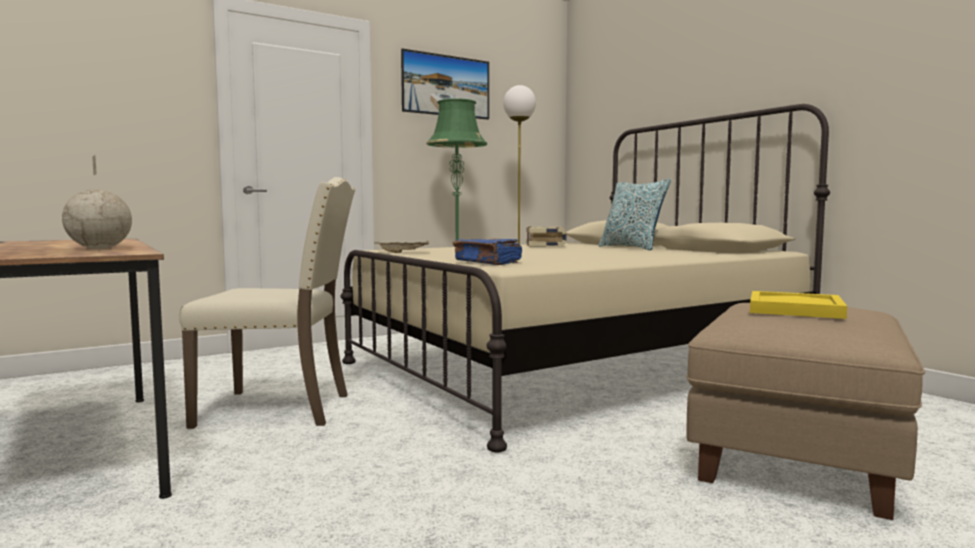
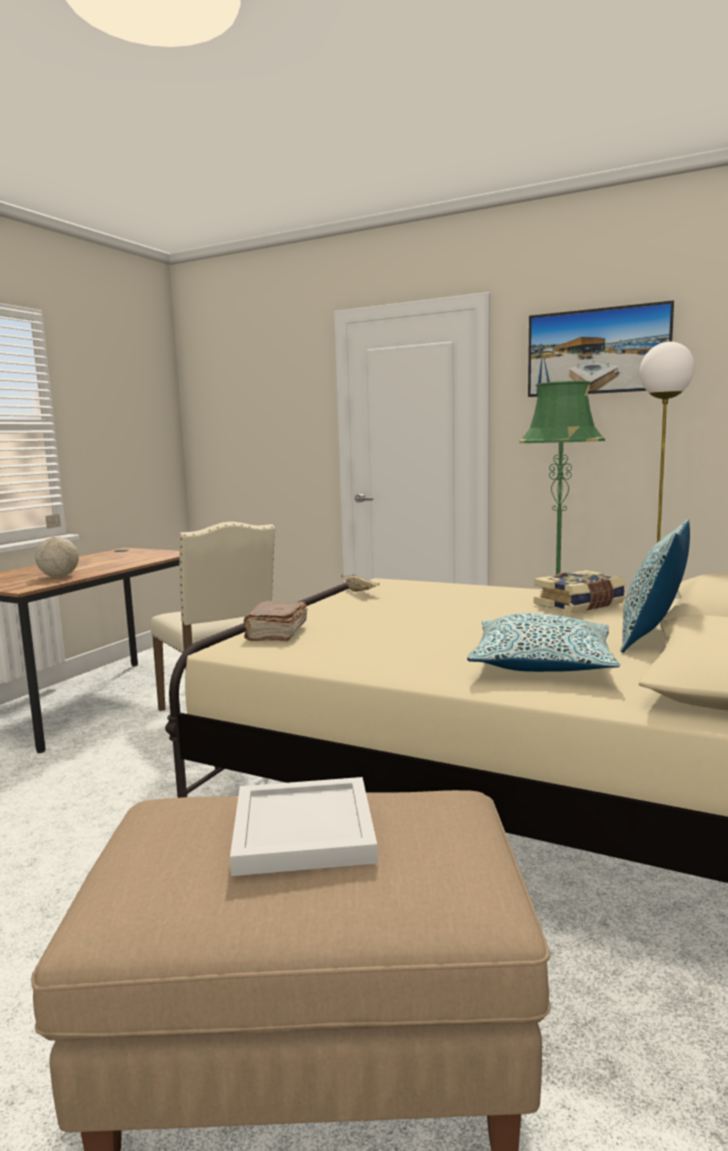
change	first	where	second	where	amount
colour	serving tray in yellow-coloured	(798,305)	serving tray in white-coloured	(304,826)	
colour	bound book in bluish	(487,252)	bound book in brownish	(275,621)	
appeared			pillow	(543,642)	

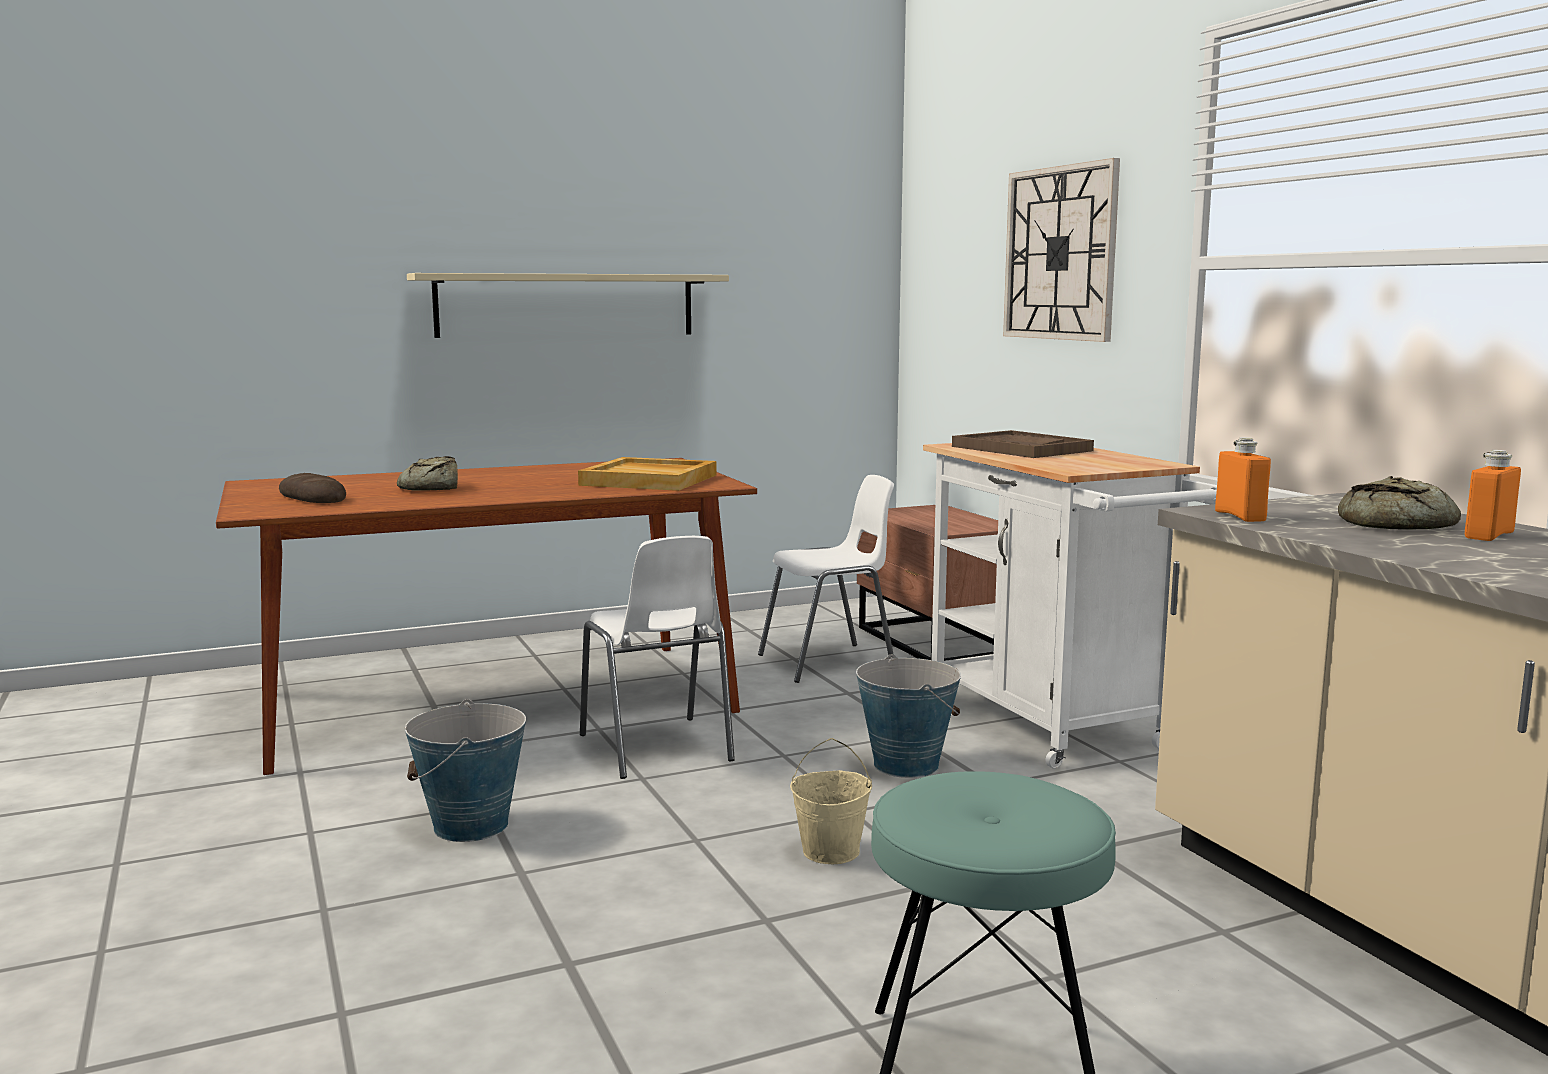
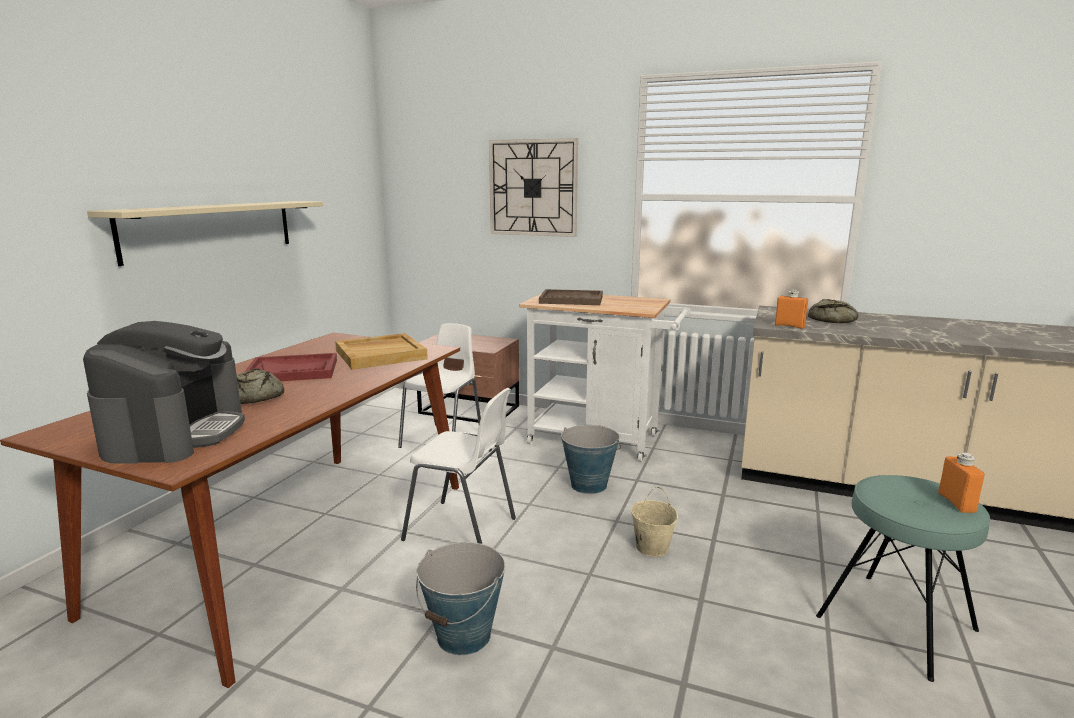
change	first	where	second	where	amount
exchanged	baked bread	(312,488)	coffee maker	(164,392)	
appeared			serving tray in red	(291,367)	
relocated	drink bottle in orange	(1493,495)		(961,483)	

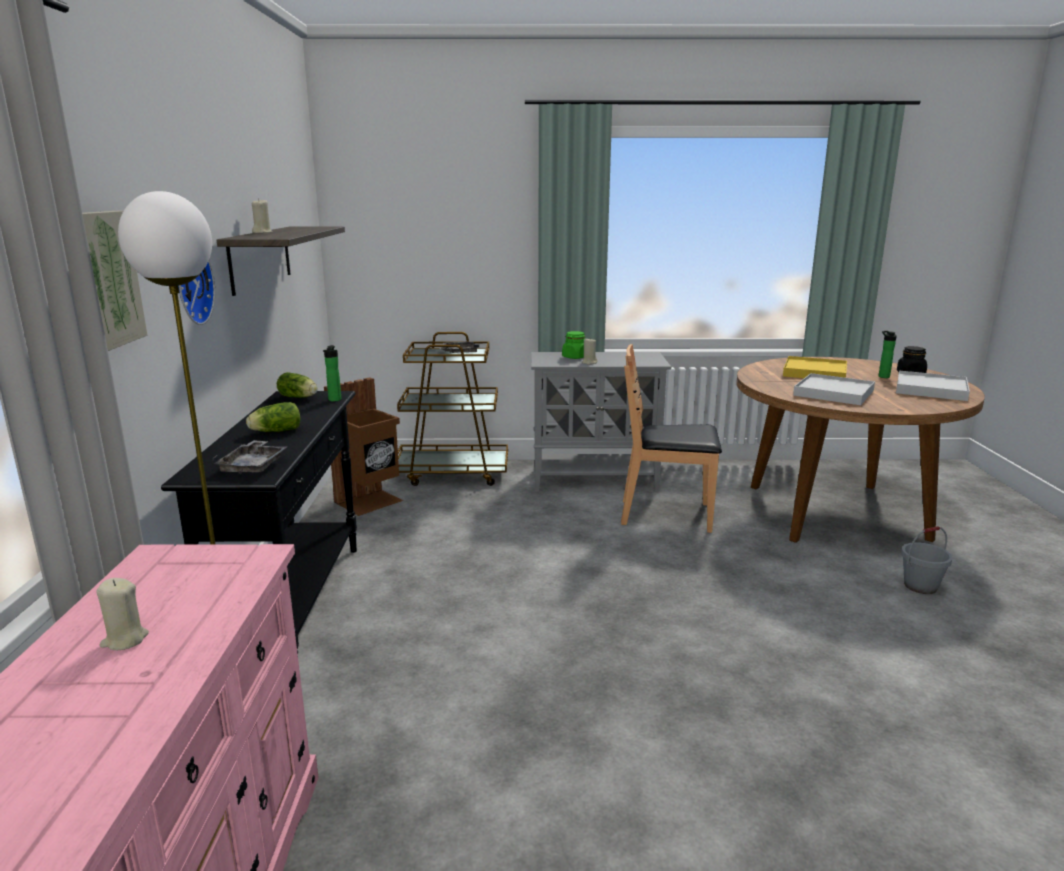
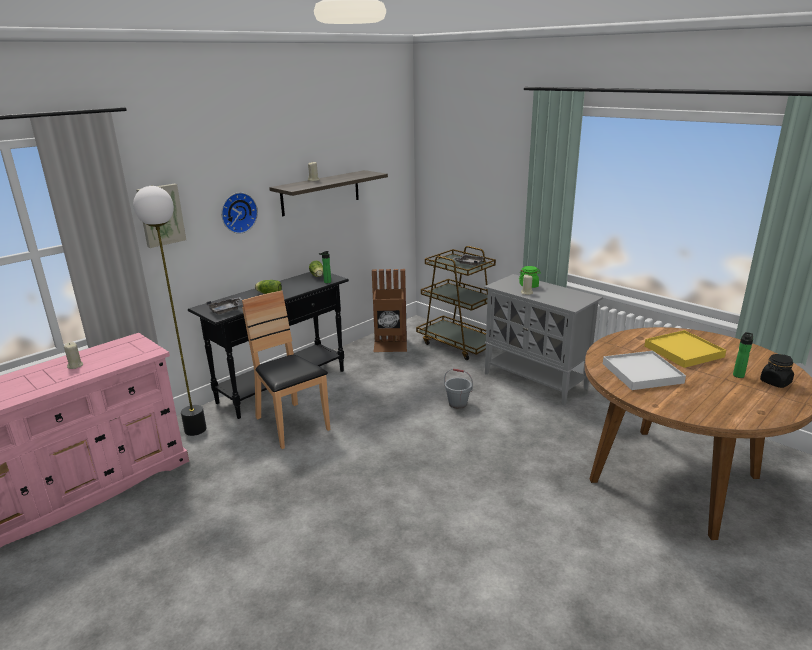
change	first	where	second	where	amount
relocated	chair in brownish	(671,438)		(286,370)	
relocated	pail in gray	(927,560)		(458,388)	
missing	serving tray in white-coloured	(933,385)			

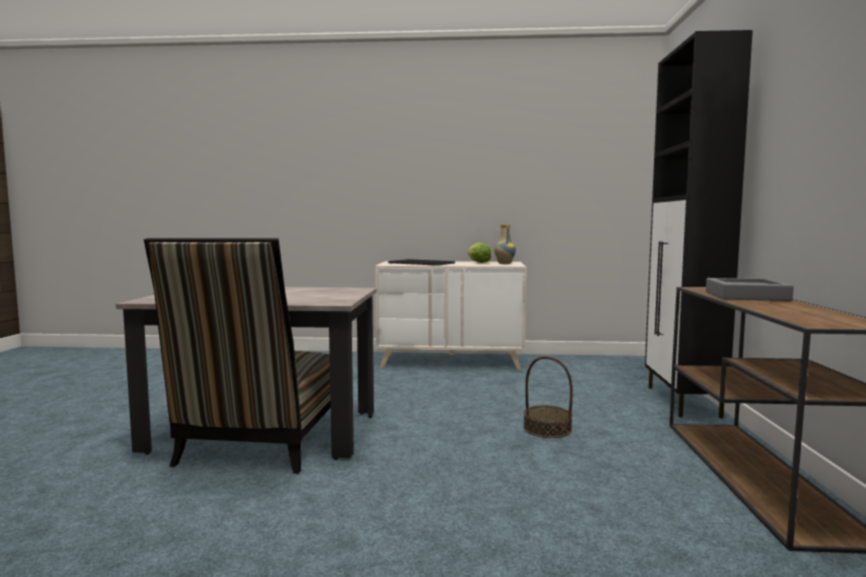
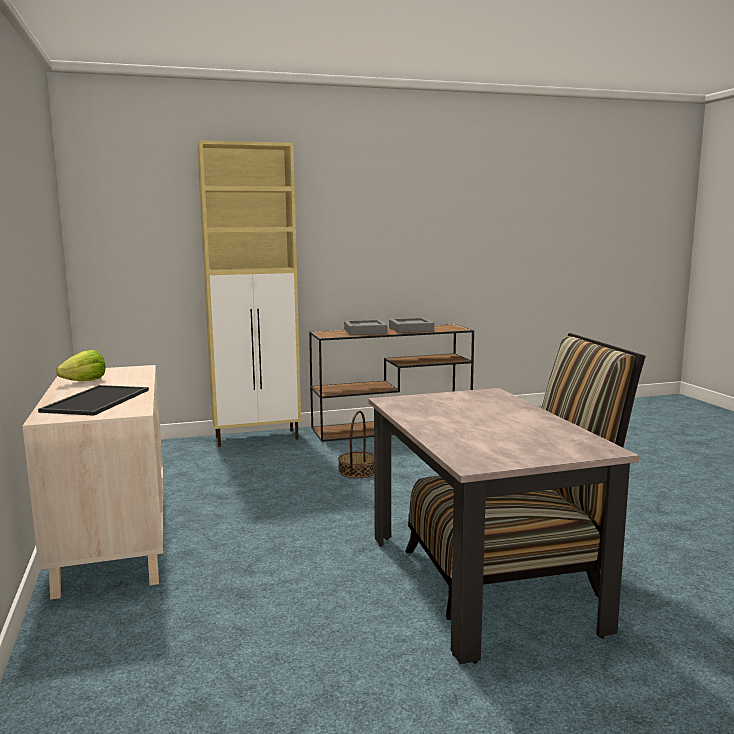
change	first	where	second	where	amount
colour	cupboard in blackish	(699,224)	cupboard in beige-coloured	(249,293)	
appeared			serving tray in gray	(411,325)	
missing	flower vase	(505,244)			

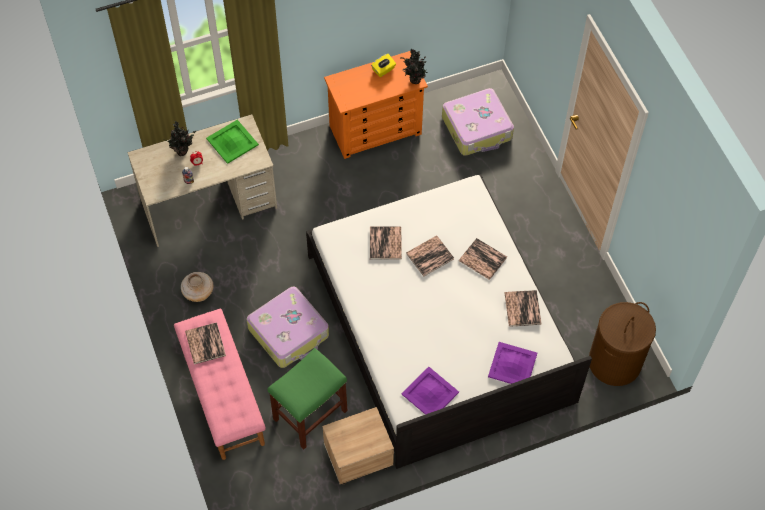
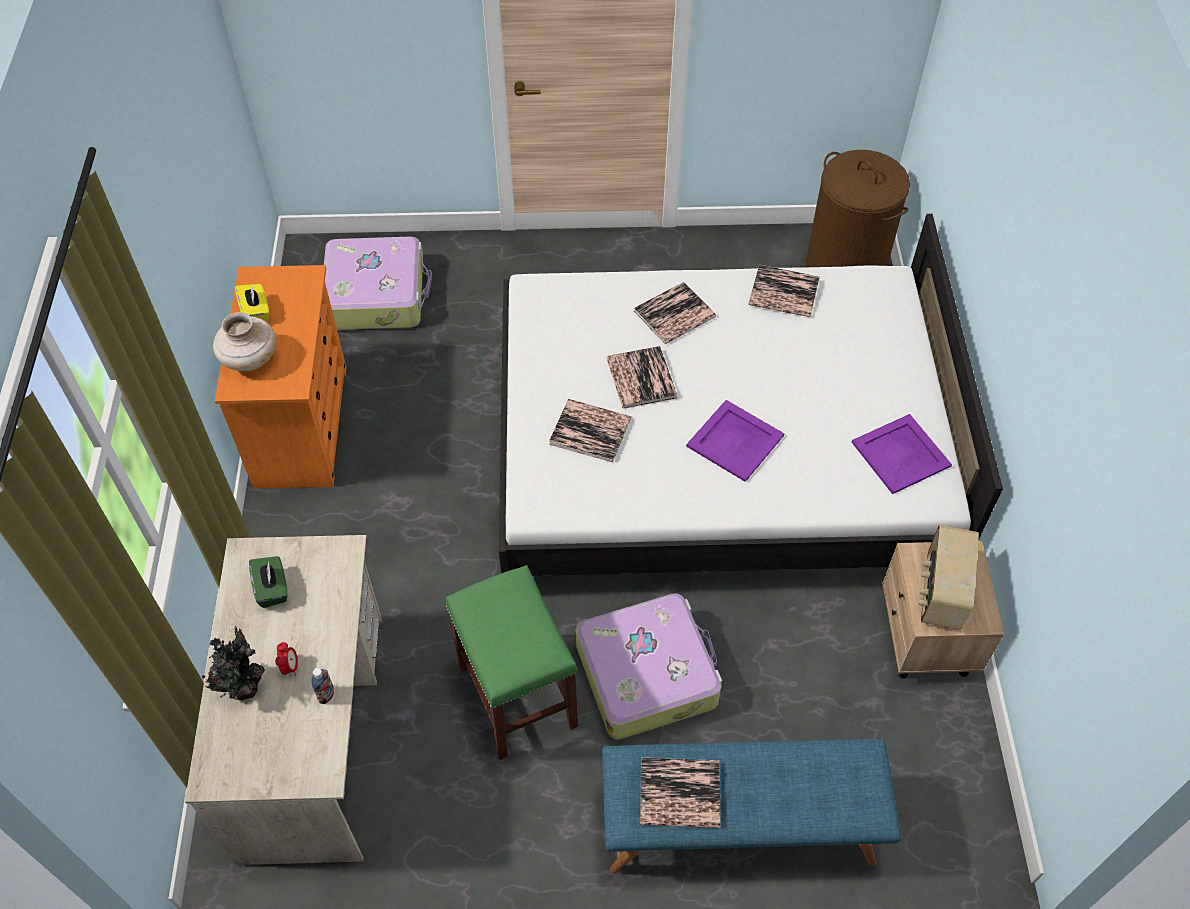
change	first	where	second	where	amount
relocated	flower vase in beige-coloured	(197,287)		(245,341)	
exchanged	serving tray in green-coloured	(232,142)	tissue holder in green-coloured	(268,582)	
relocated	sitting stool in green-coloured	(308,398)		(512,662)	
colour	indoor bench in pink-coloured	(220,384)	indoor bench in bluish	(751,806)	
relocated	serving tray in purplish	(512,363)		(735,441)	
appeared			radio set	(948,577)	
missing	houseplant	(413,66)			

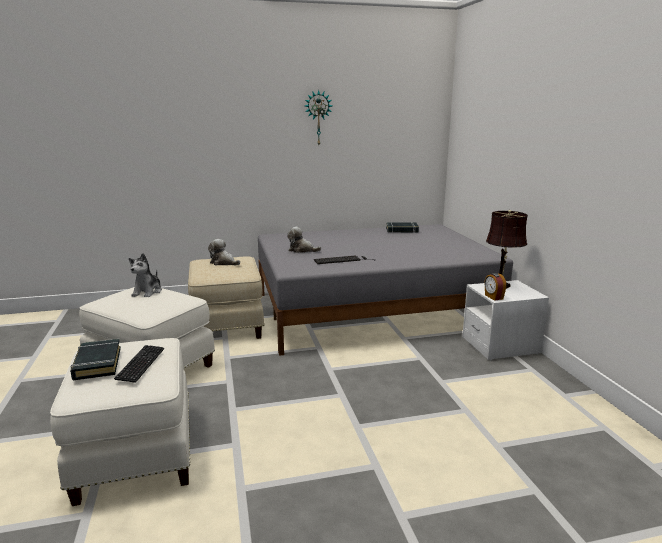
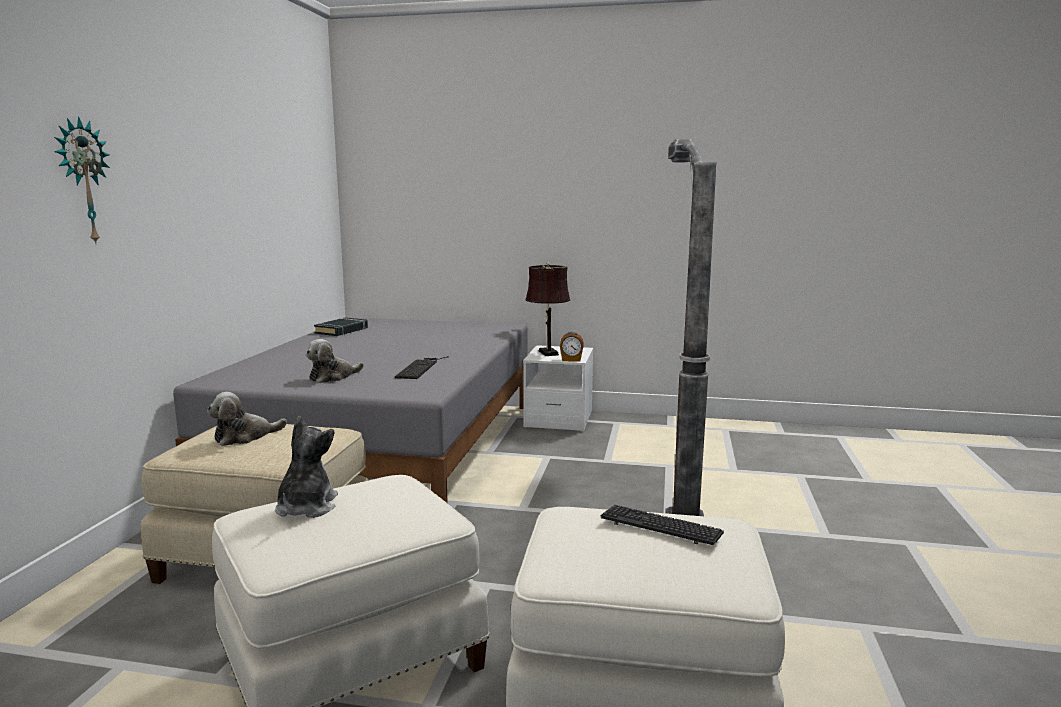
change	first	where	second	where	amount
relocated	clock on the wall	(318,117)		(82,180)	
spun	plush toy	(145,275)		(306,467)	120 degrees counterclockwise
appeared			floor lamp	(690,327)	
missing	bound book in blackish	(95,359)			

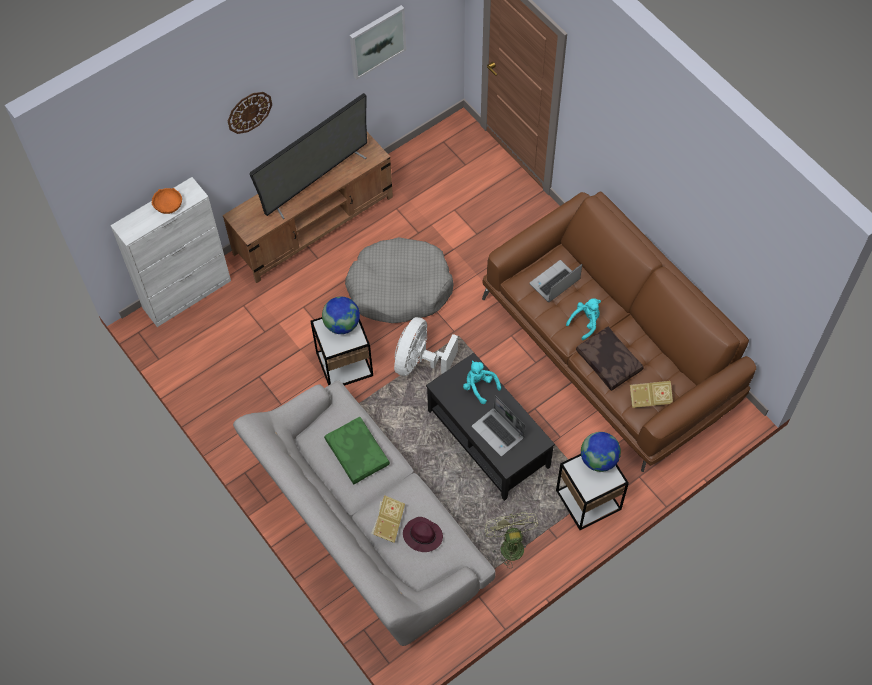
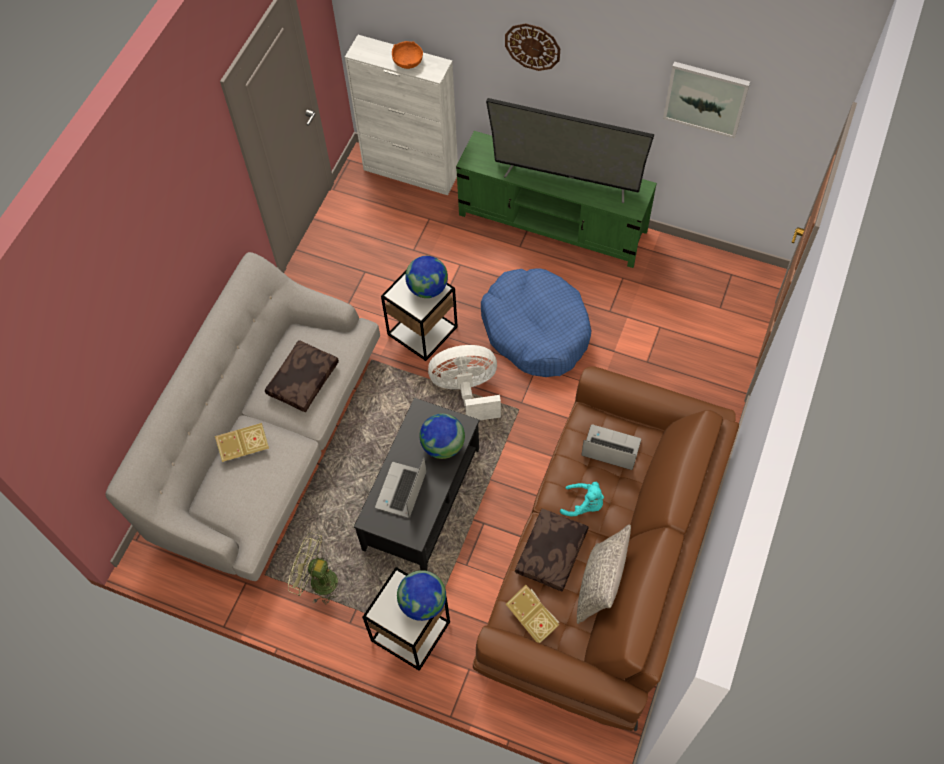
change	first	where	second	where	amount
colour	pillow in green-coloured	(357,450)	pillow in brownish	(302,376)	
spun	cooling fan in green-coloured	(512,540)		(313,568)	120 degrees counterclockwise
exchanged	plush toy in turquoise	(482,382)	world globe	(442,436)	
colour	tv stand in brownish	(308,207)	tv stand in green-coloured	(556,199)	
colour	pet bed in gray	(399,280)	pet bed in bluish	(536,322)	
appeared			pillow in gray	(604,574)	
missing	wearable hat in purplish	(423,534)			

